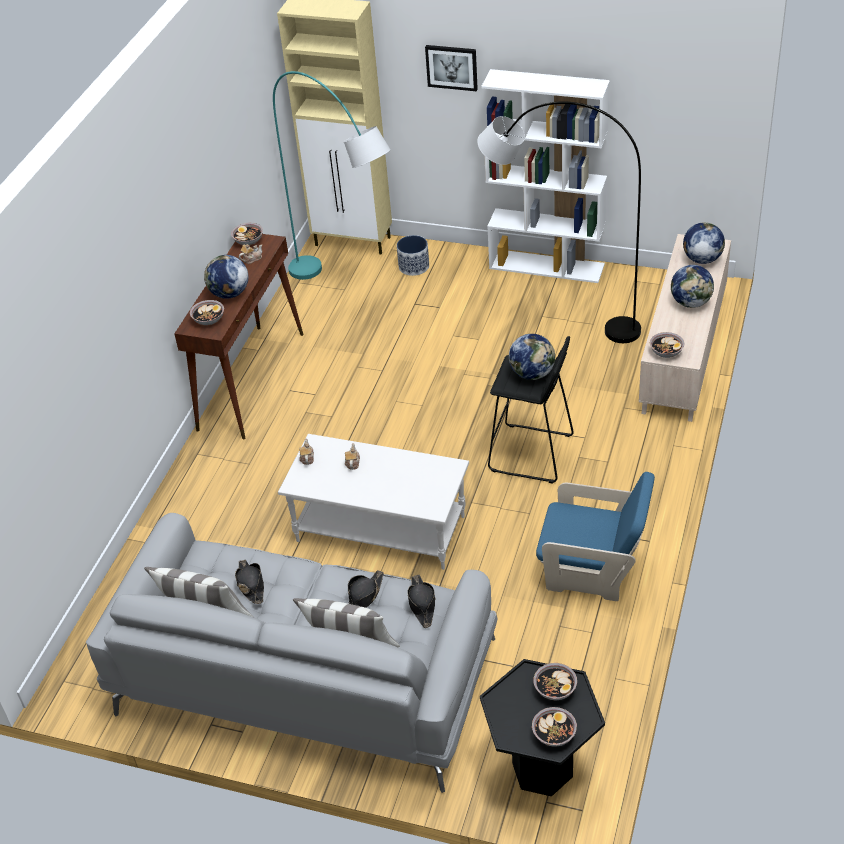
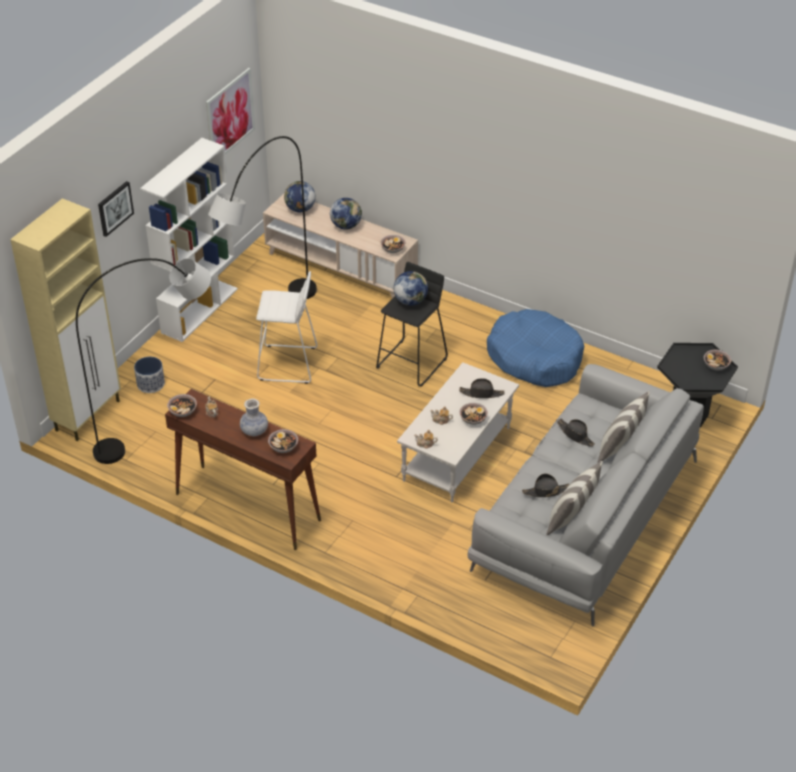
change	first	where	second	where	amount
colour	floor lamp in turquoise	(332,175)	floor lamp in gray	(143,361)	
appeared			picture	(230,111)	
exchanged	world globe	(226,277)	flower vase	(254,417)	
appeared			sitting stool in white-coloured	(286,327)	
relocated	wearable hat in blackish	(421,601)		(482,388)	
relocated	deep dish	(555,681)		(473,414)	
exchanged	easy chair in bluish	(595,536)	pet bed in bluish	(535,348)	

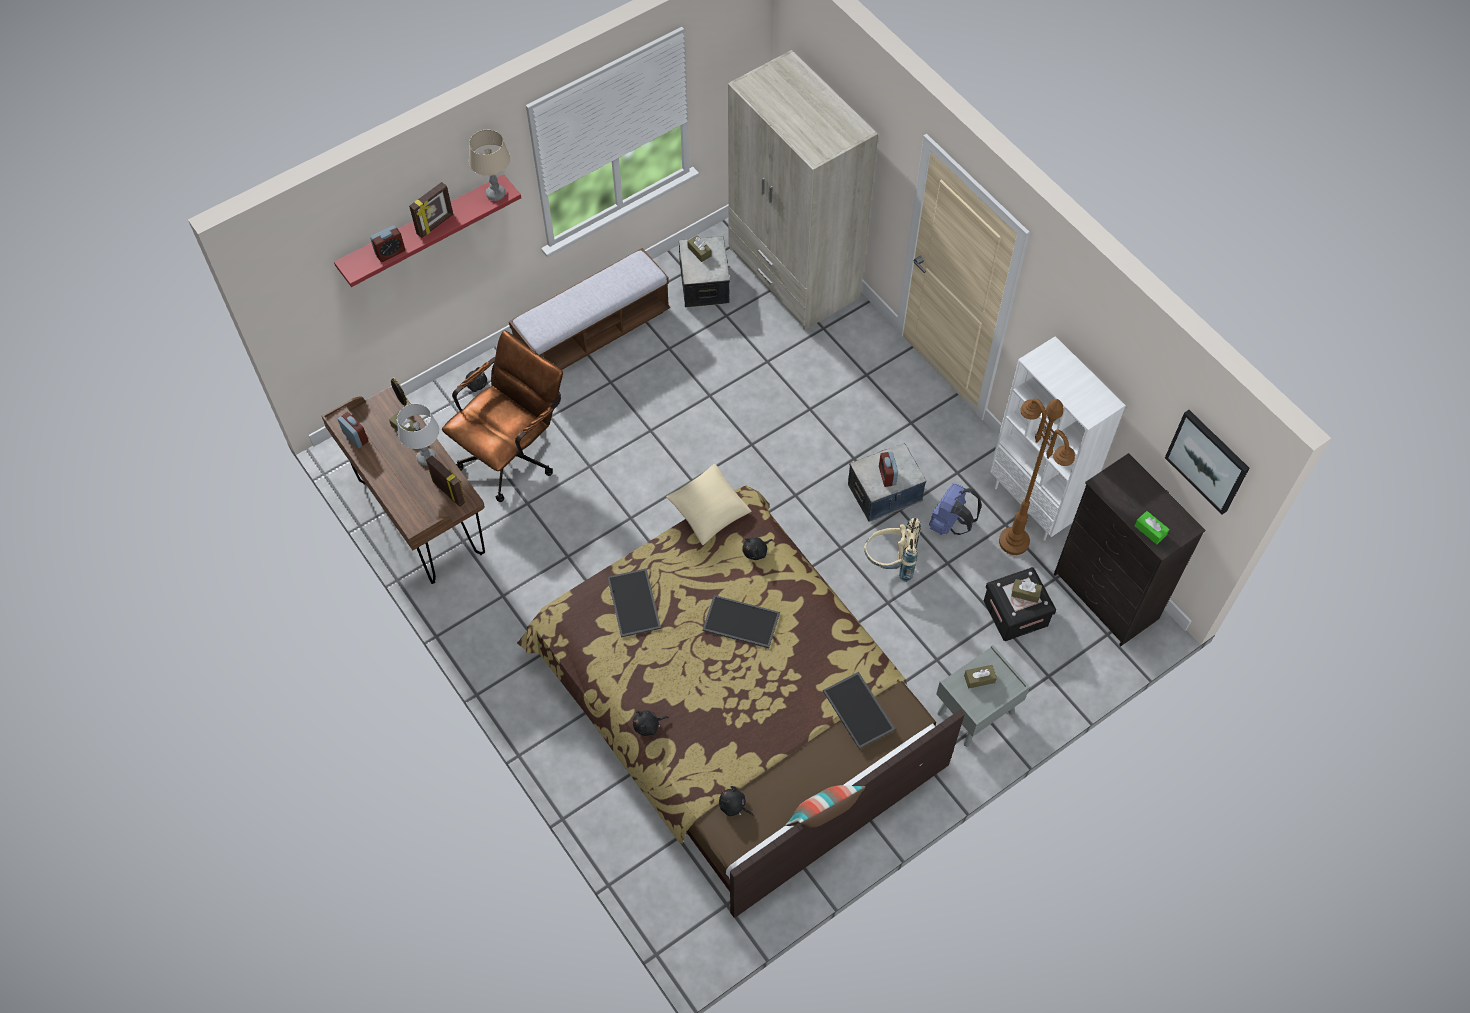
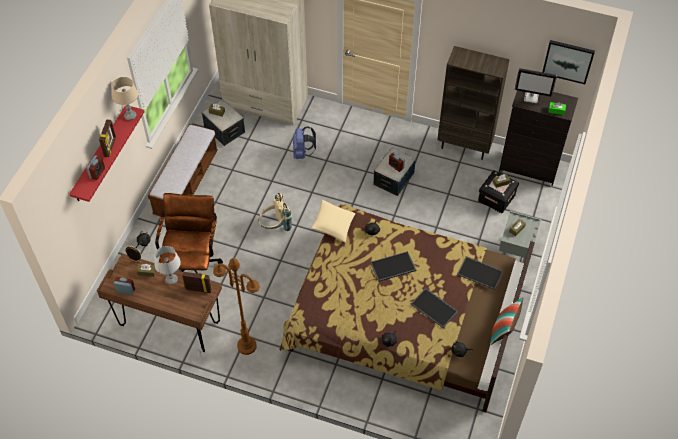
change	first	where	second	where	amount
relocated	floor lamp in brownish	(1037,477)		(236,306)	
relocated	rucksack in beige-coloured	(892,549)		(275,212)	
relocated	rucksack in bluish	(955,509)		(304,142)	
relocated	serving tray	(634,603)		(434,308)	
colour	bookshelf in white-coloured	(1057,438)	bookshelf in brownish	(473,103)	
appeared			computer display	(536,86)	

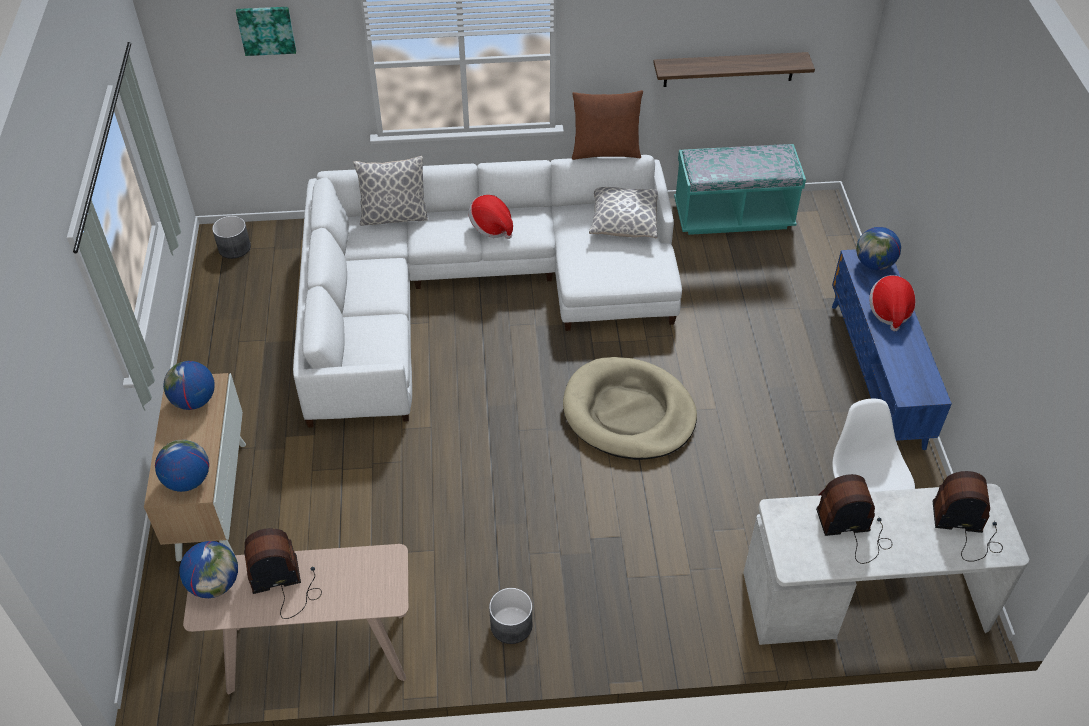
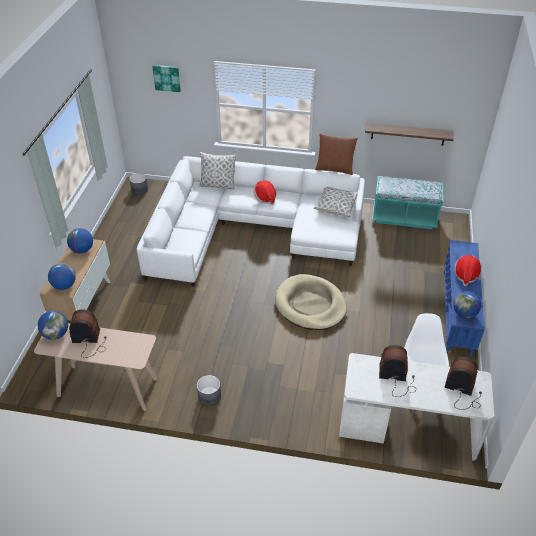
change	first	where	second	where	amount
relocated	world globe	(878,248)		(467,304)	

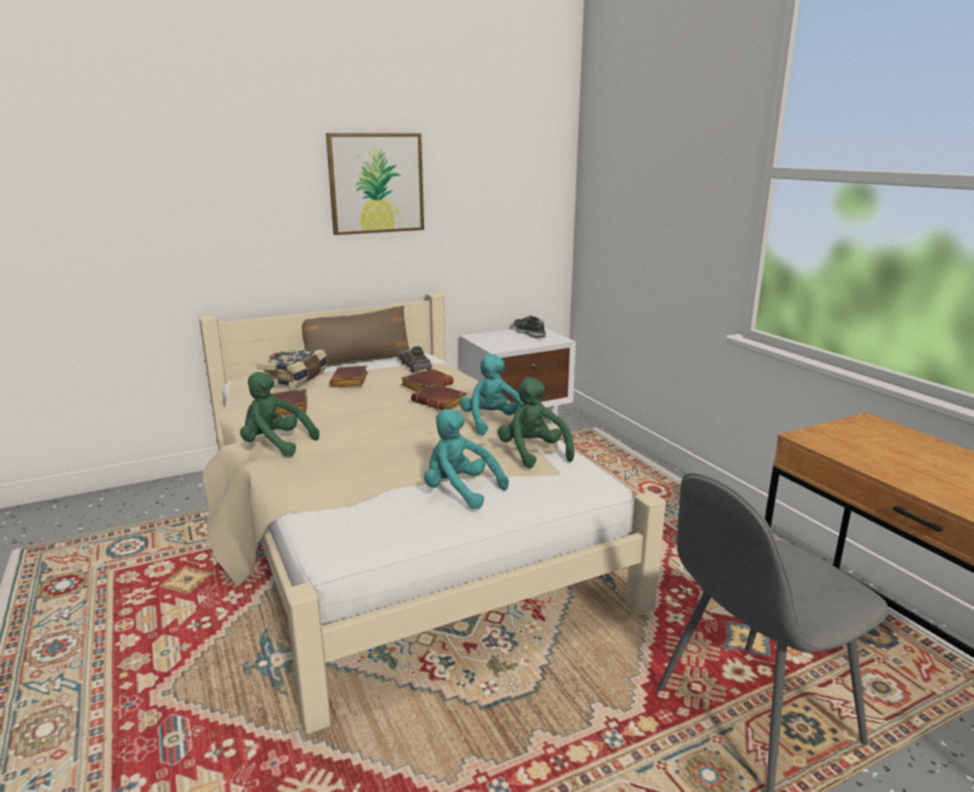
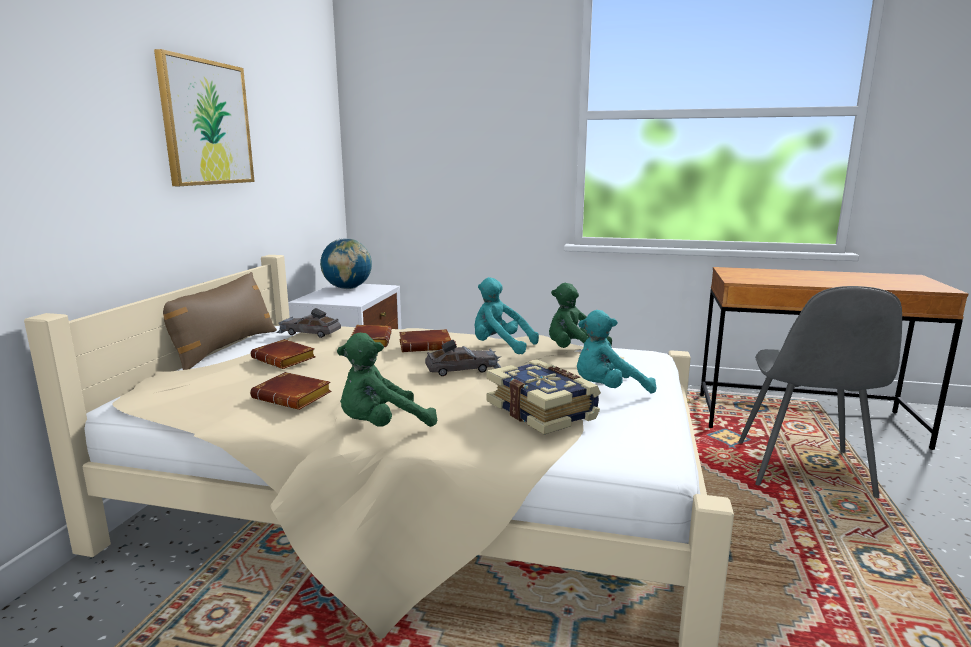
change	first	where	second	where	amount
exchanged	low shoe	(529,327)	world globe	(346,263)	
appeared			miniature car in gray	(463,357)	
relocated	bound book	(291,367)		(544,397)	

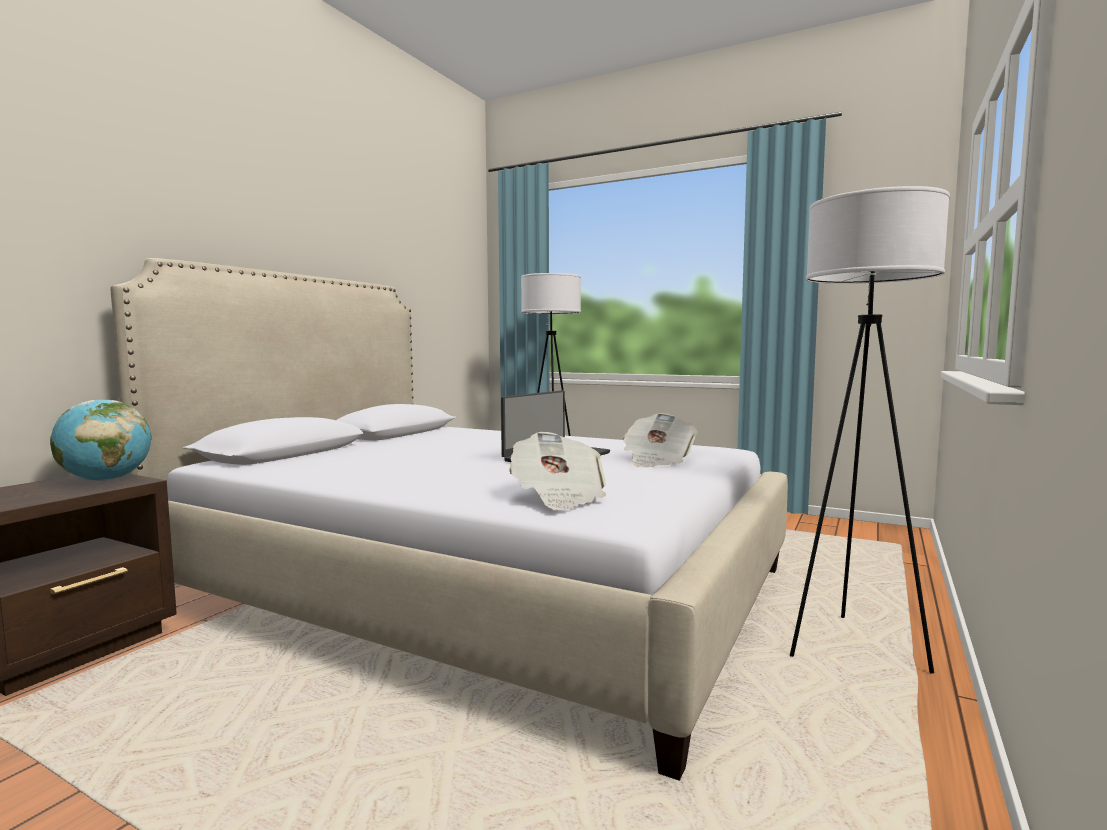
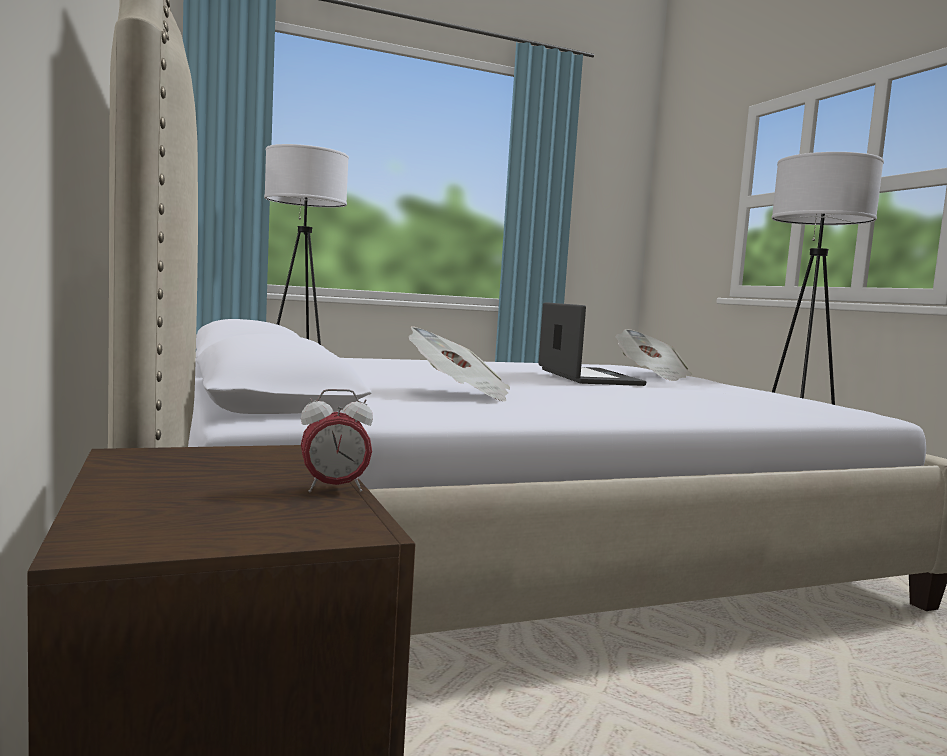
change	first	where	second	where	amount
appeared			bedside clock	(337,441)	
relocated	daily paper	(557,471)		(459,364)	
missing	world globe	(101,440)			

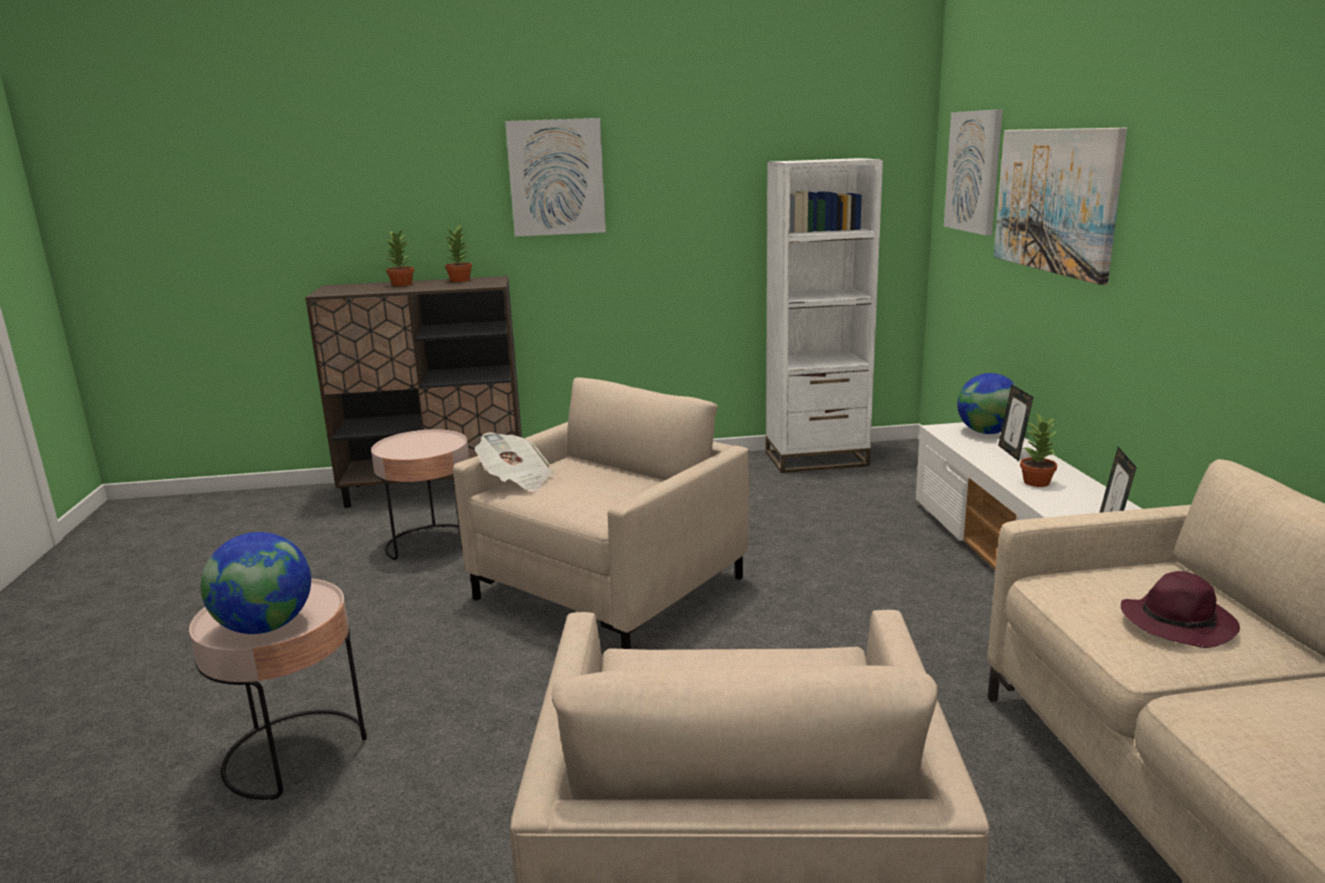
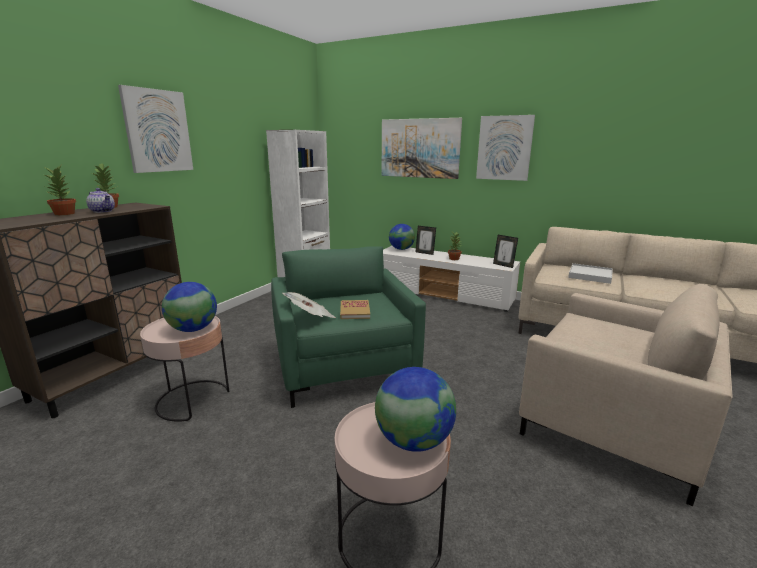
change	first	where	second	where	amount
appeared			tea pot	(100,200)	
appeared			world globe	(189,307)	
colour	easy chair in beige-coloured	(601,513)	easy chair in green-coloured	(348,327)	
appeared			bound book	(355,309)	
relocated	picture	(973,172)		(505,148)	
exchanged	wearable hat in purplish	(1180,609)	serving tray in white-coloured	(590,273)	

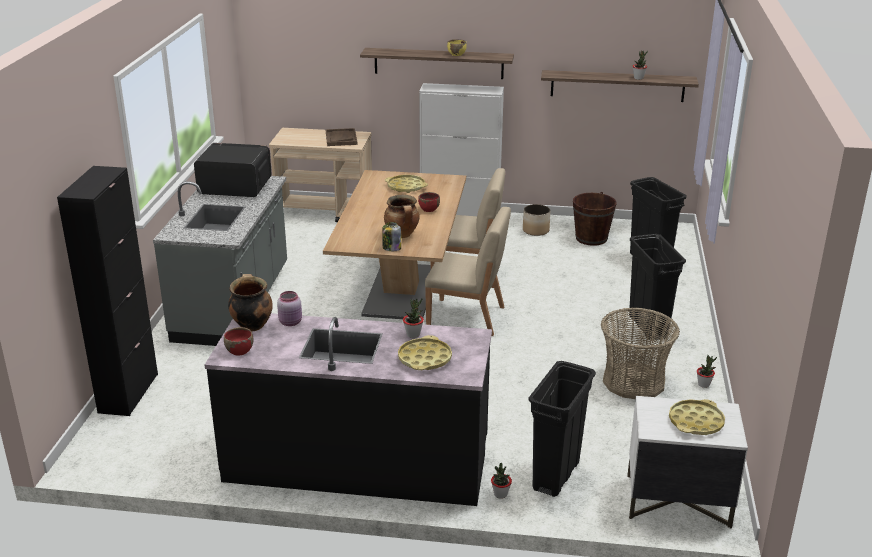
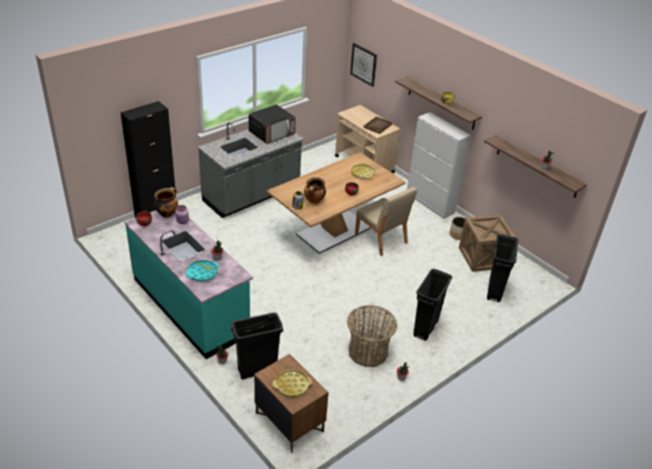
change	first	where	second	where	amount
colour	kitchen base unit in blackish	(348,409)	kitchen base unit in turquoise	(189,284)	
colour	serving tray in yellow-coloured	(425,352)	serving tray in turquoise	(202,270)	
spun	kitchen microwave	(233,170)		(272,124)	90 degrees clockwise
colour	night table in white-coloured	(687,462)	night table in brownish	(291,403)	
appeared			clock on the wall	(363,65)	
exchanged	pail in brownish	(594,219)	packing crate	(487,243)	
missing	chair in beige-coloured	(468,271)			

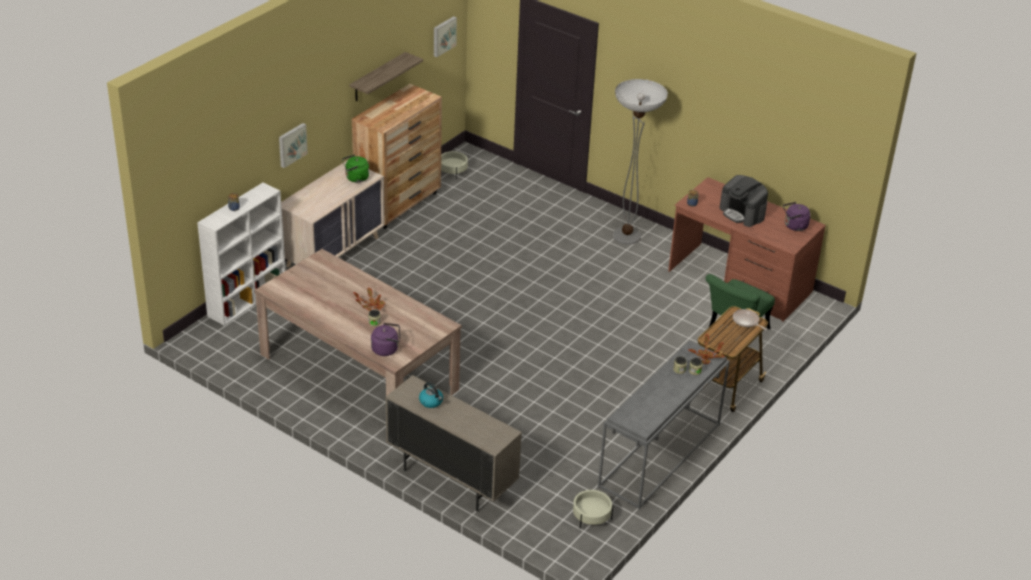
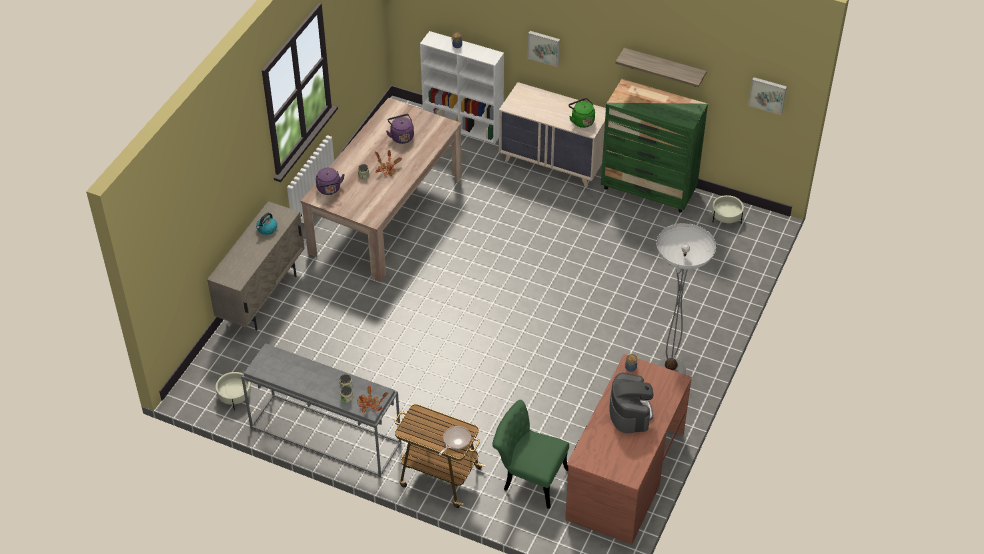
change	first	where	second	where	amount
relocated	kettle in purplish	(797,216)		(400,129)	
colour	dresser in brownish	(397,156)	dresser in green-coloured	(654,146)	
spun	coffee maker	(744,201)		(631,403)	135 degrees clockwise

